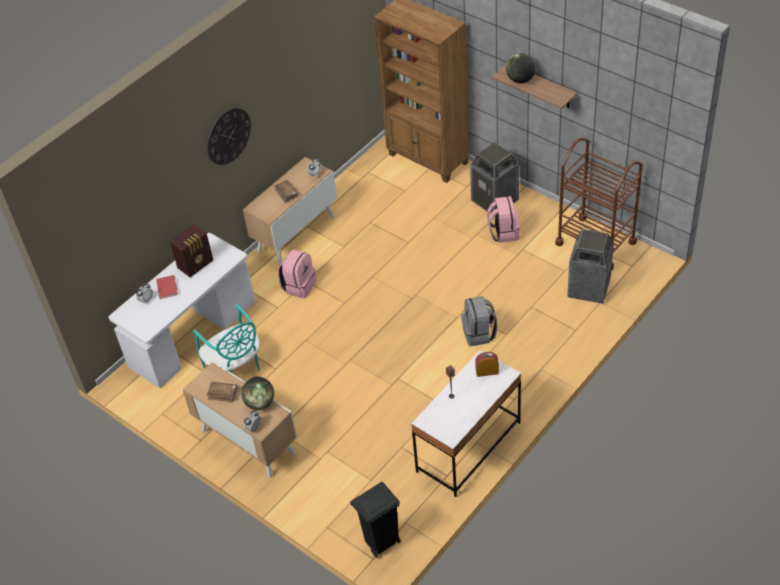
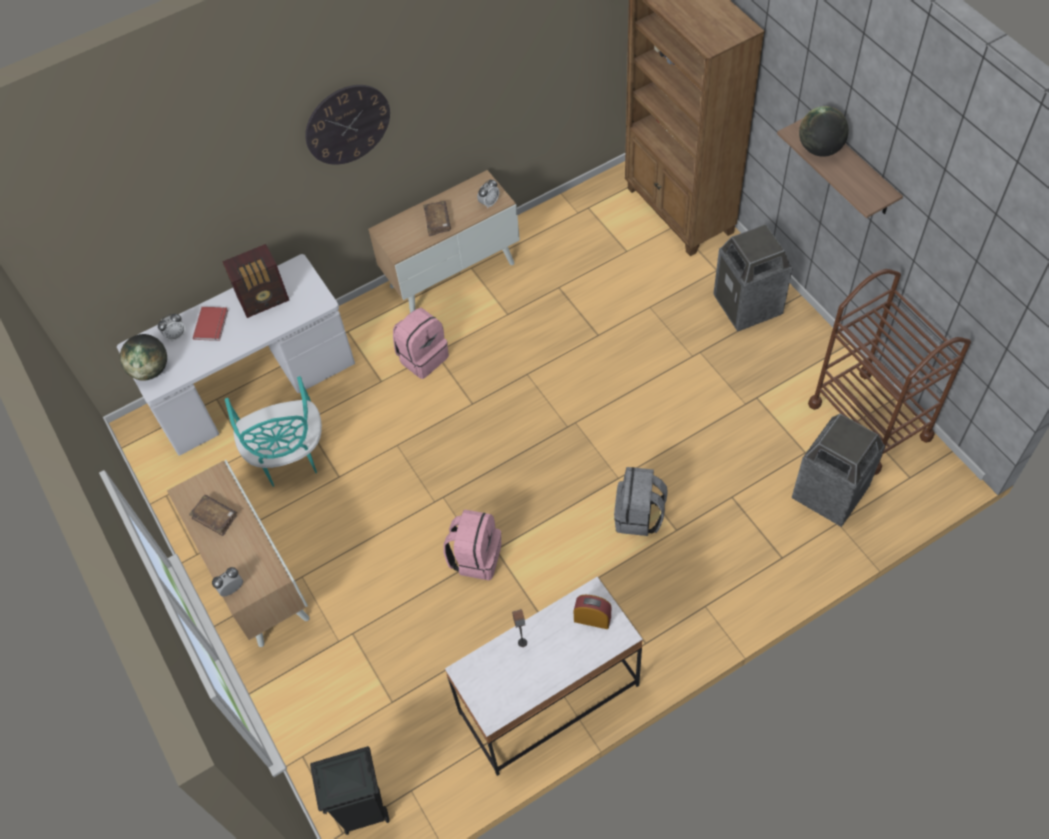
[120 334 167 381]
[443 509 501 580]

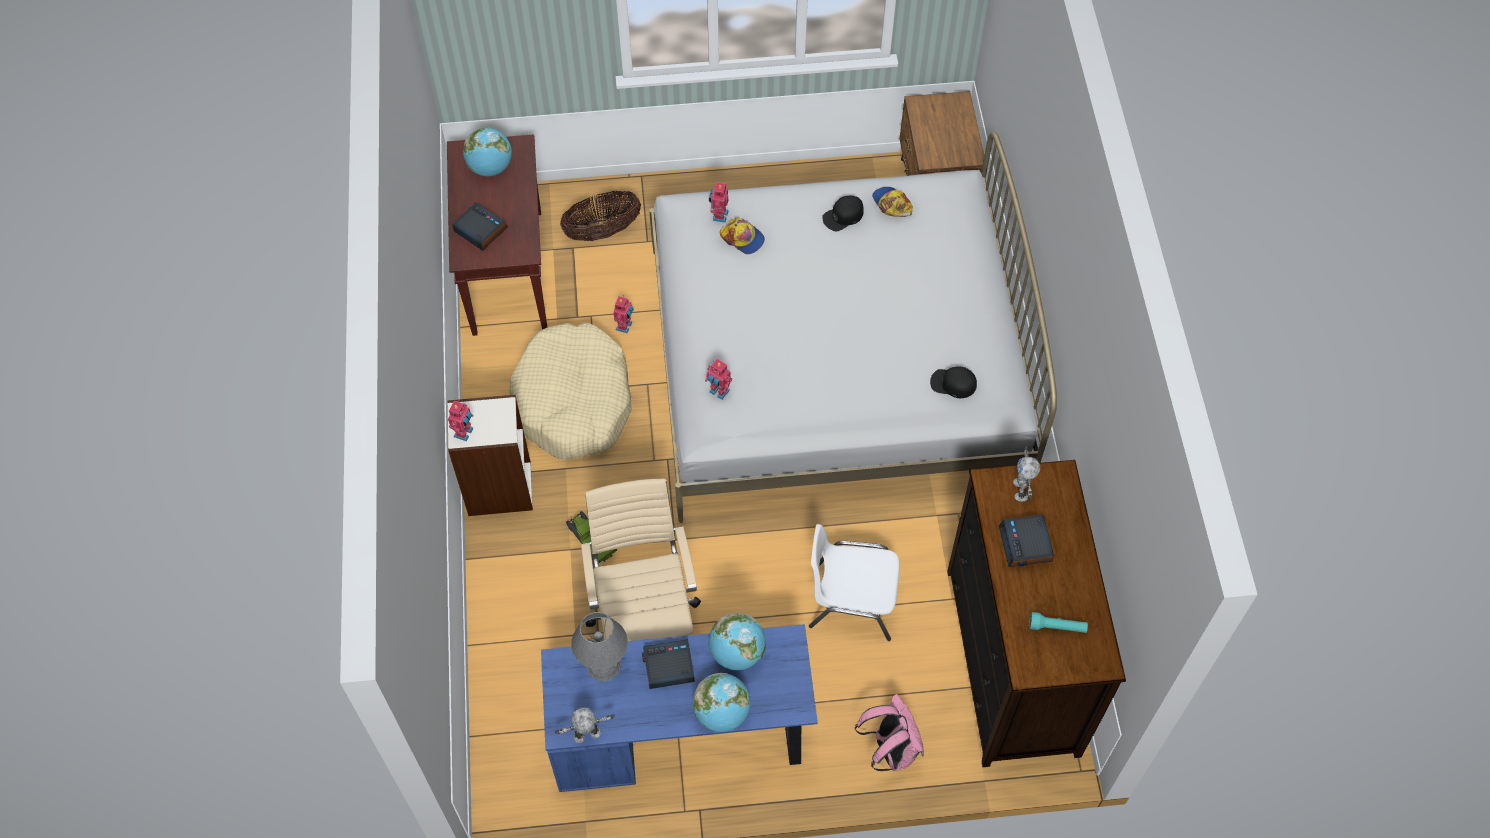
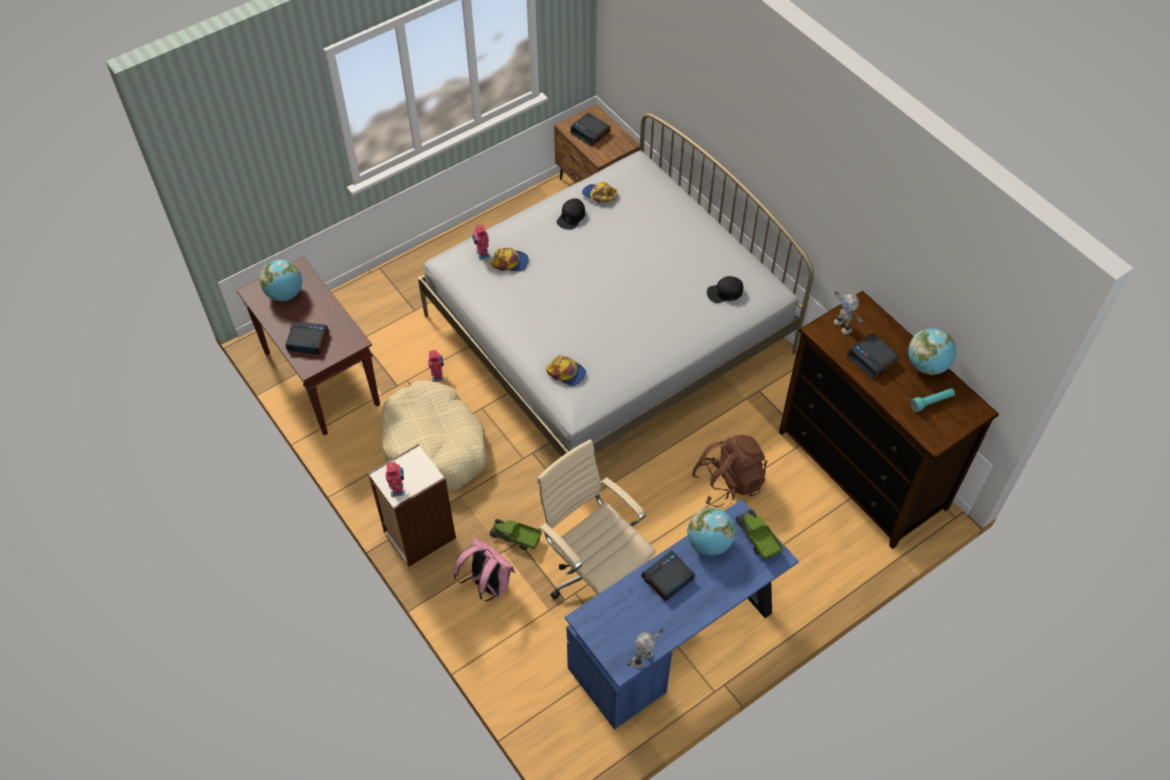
[560 191 641 241] (first image)
[571 612 628 681] (first image)
[570 113 611 146]
[735 509 783 561]
[908 328 956 375]
[454 537 515 601]
[546 355 586 386]
[692 434 767 508]

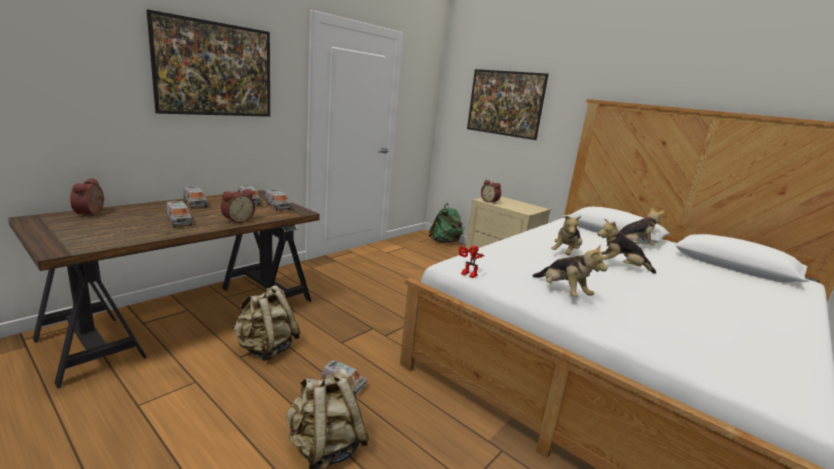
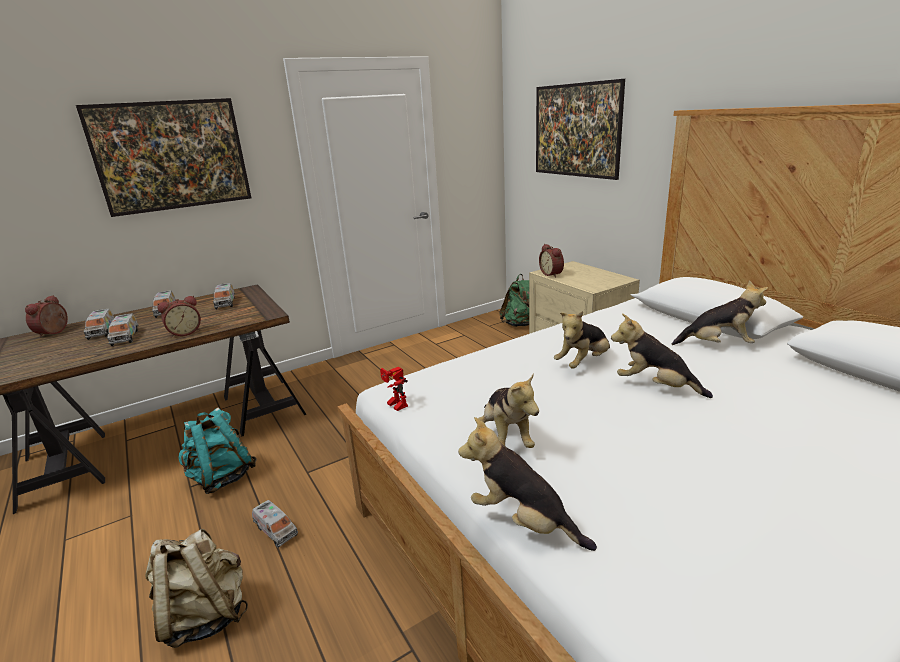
[458 417 597 551]
[84 309 114 340]
[178 408 257 494]

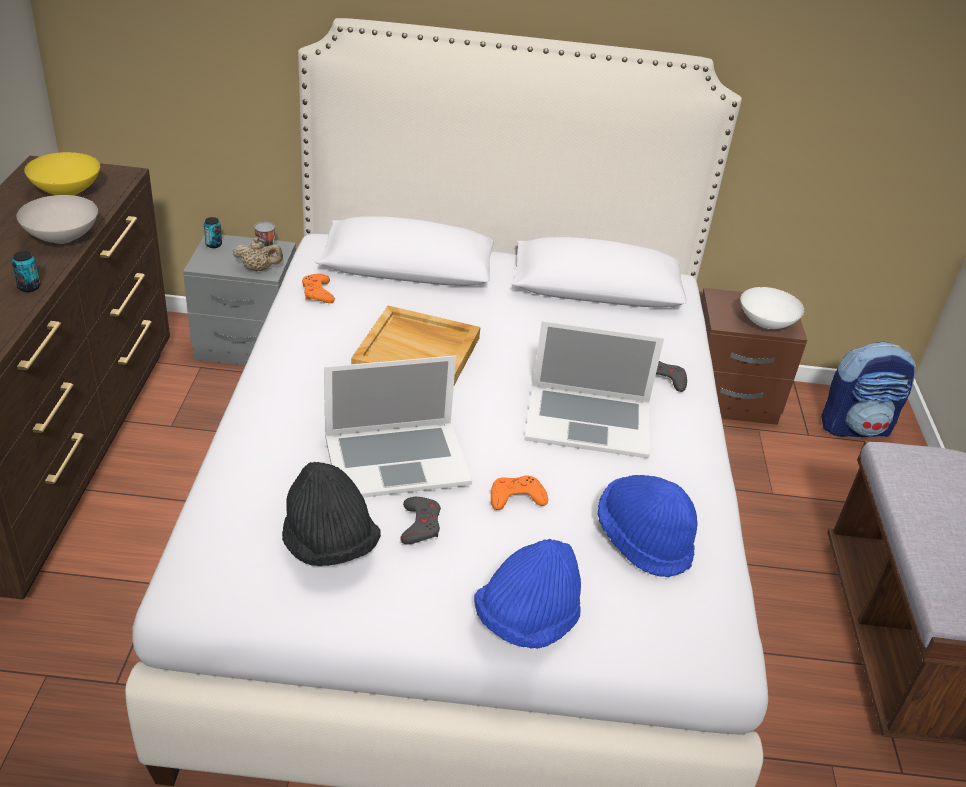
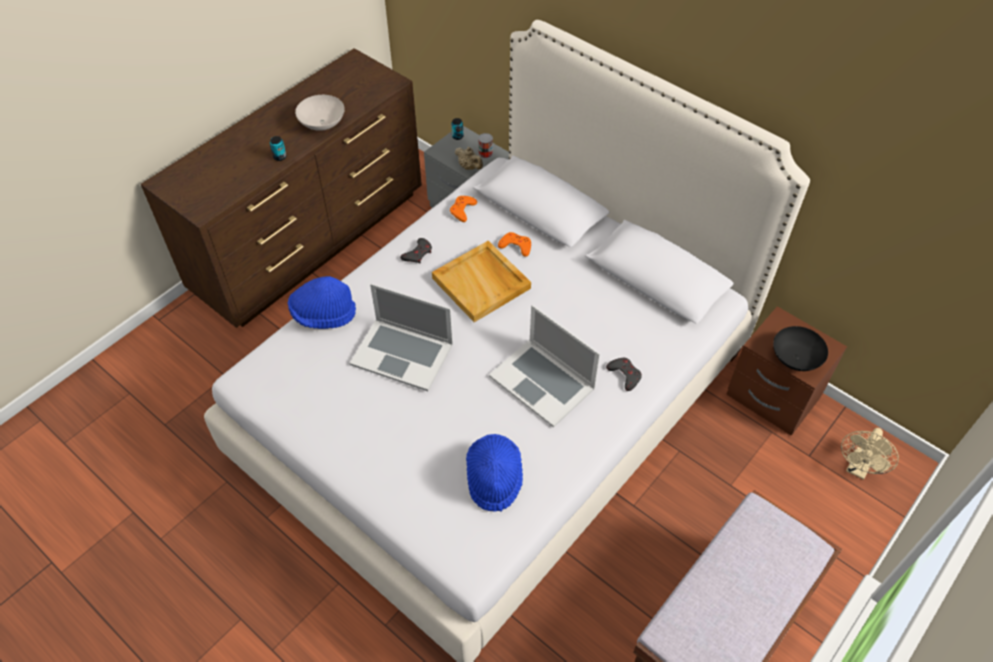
[24 152 100 196] (first image)
[282 462 381 566] (first image)
[400 238 432 263]
[288 276 356 329]
[498 232 531 257]
[841 428 899 480]
[773 326 828 371]

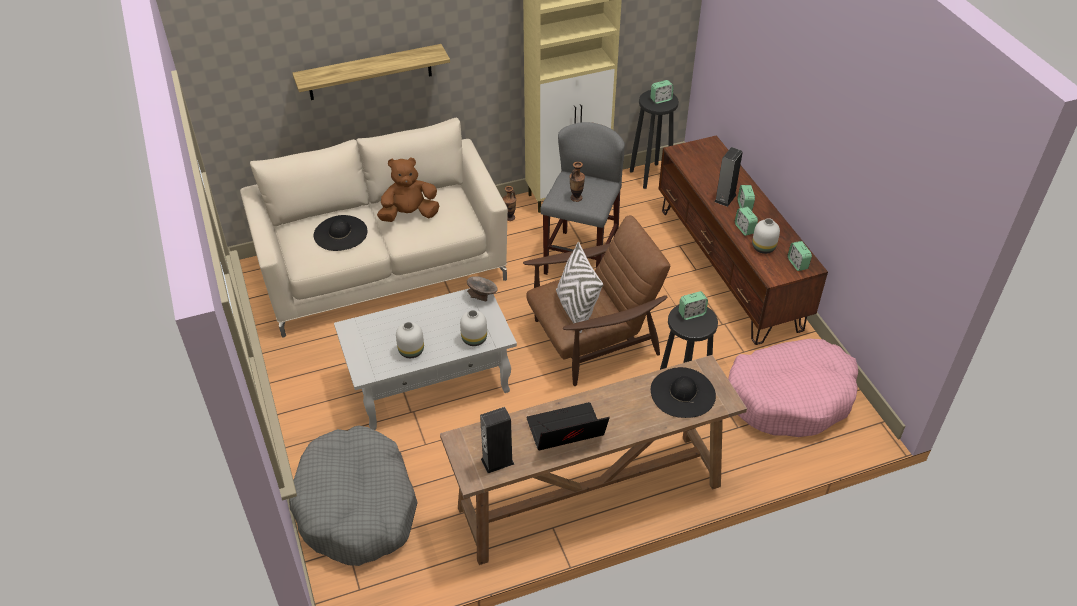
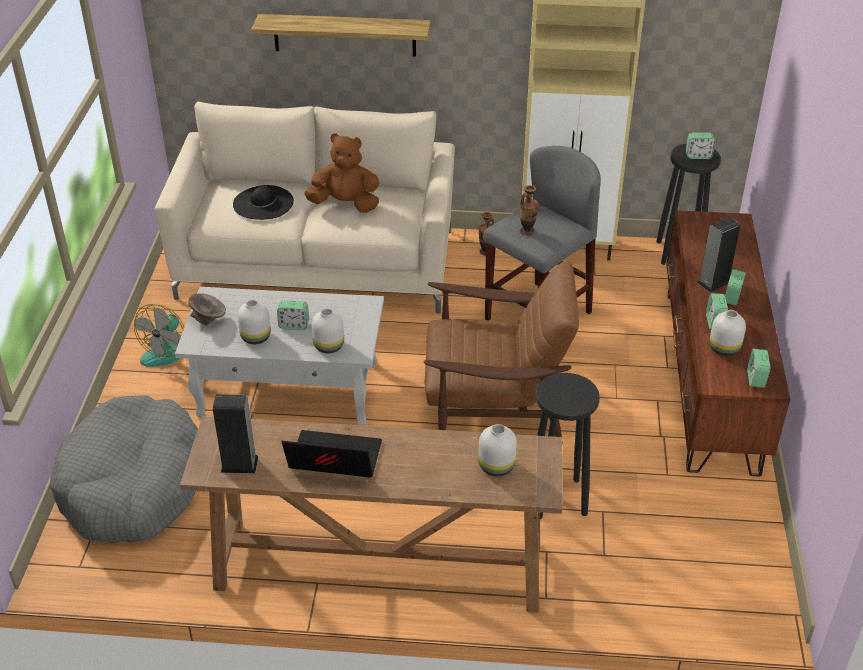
[556 242 603 333] (first image)
[728 339 858 437] (first image)
[134 304 184 367]
[188 293 226 326]
[277 300 309 330]
[478 424 517 476]

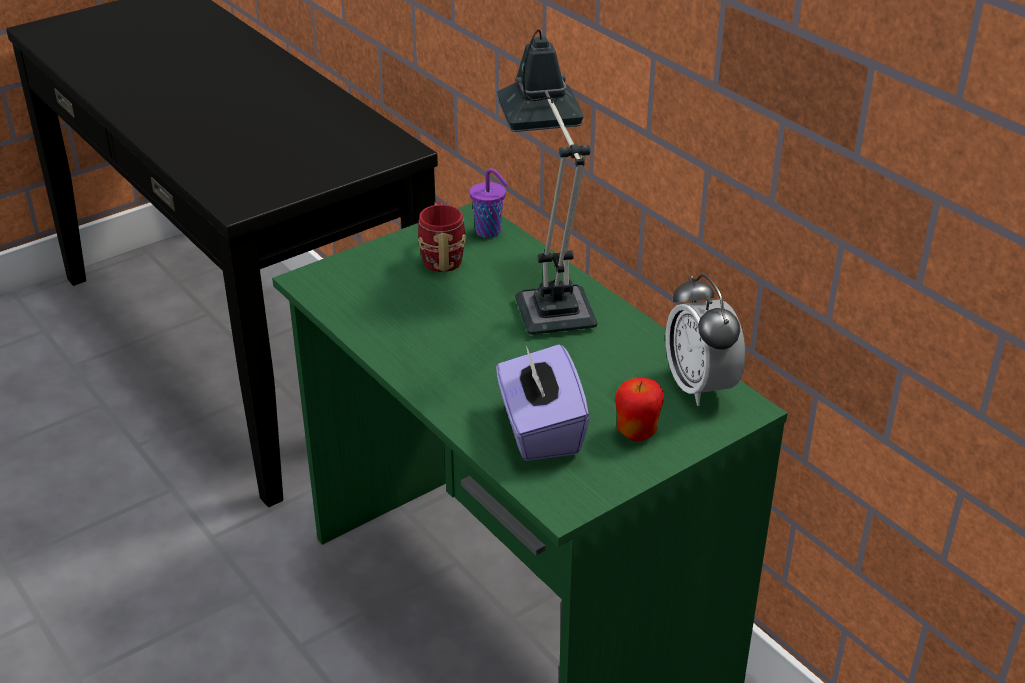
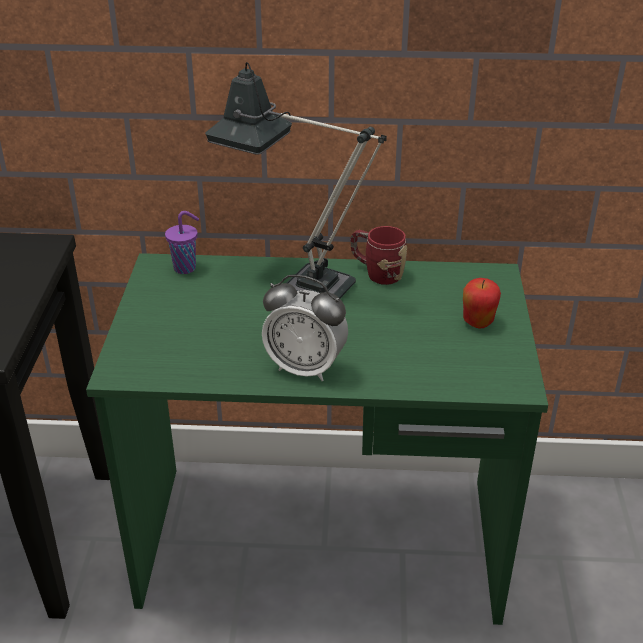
[496 344 590 461] (first image)
[350 226 407 285]
[262 275 348 381]

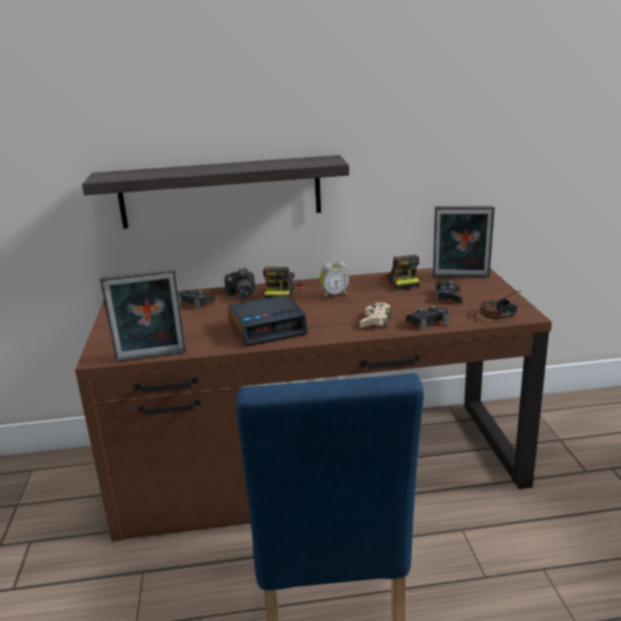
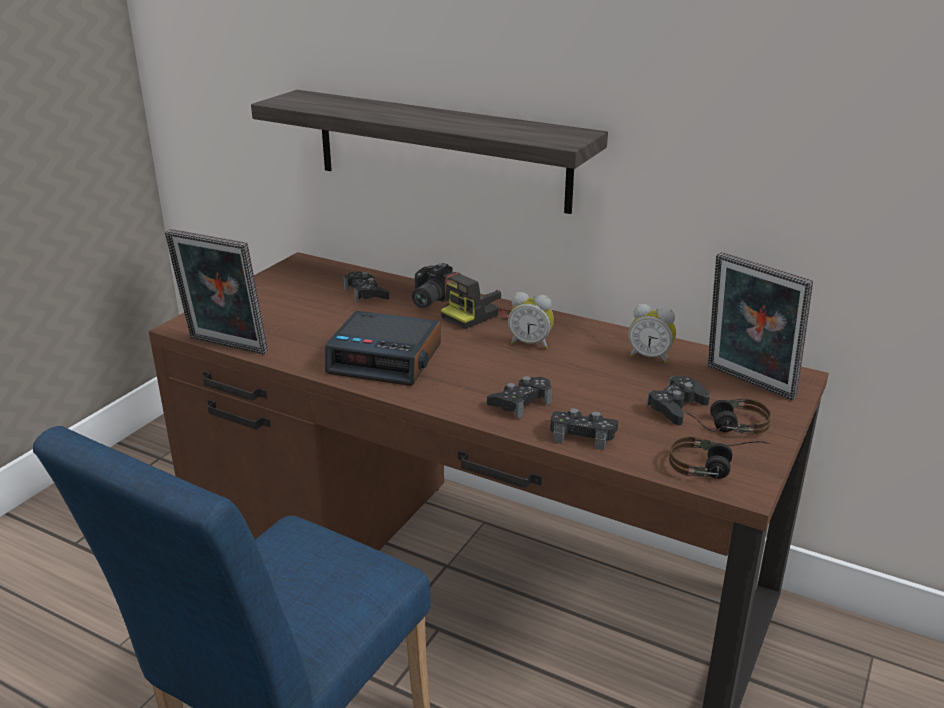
[687 399 771 435]
[628 304 676 364]
[487 376 552 419]

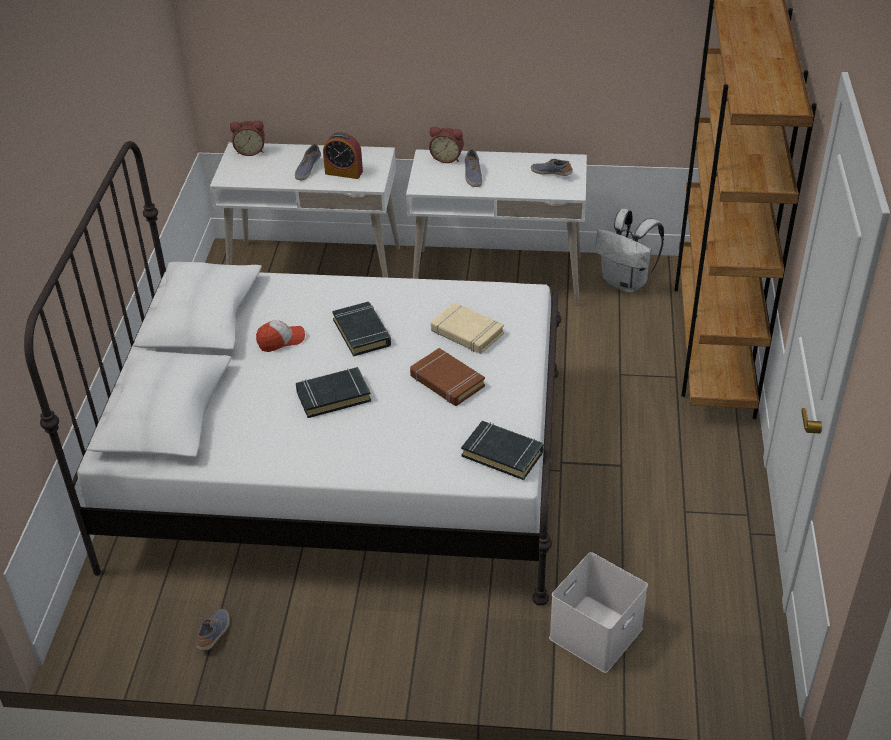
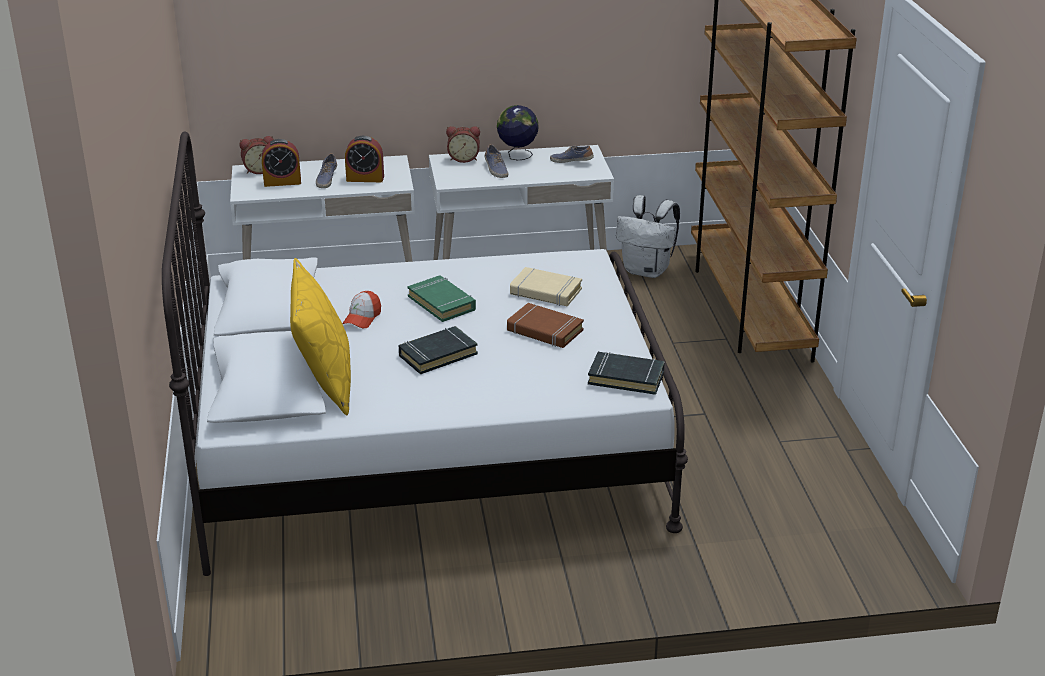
[197 609 230 650] (first image)
[549 552 648 673] (first image)
[262 139 301 187]
[290 258 351 415]
[497 105 539 160]
[407 275 476 322]
[342 291 381 328]

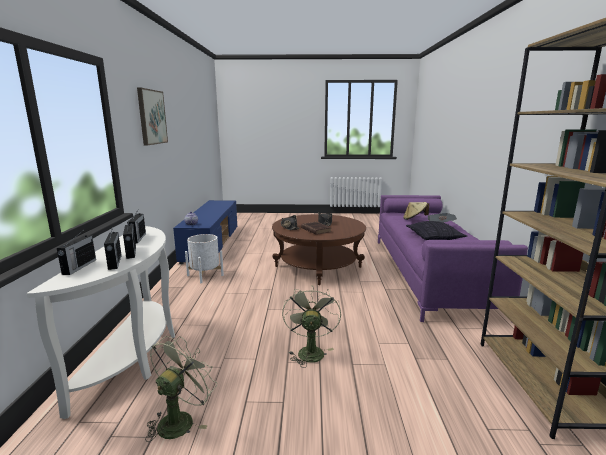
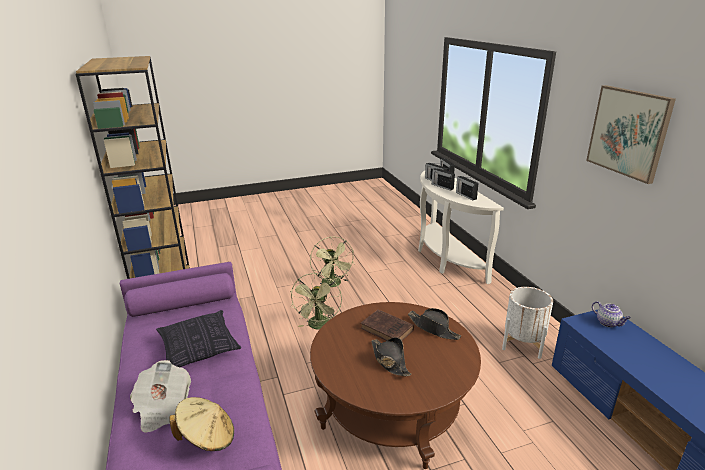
[290 273 342 329]

